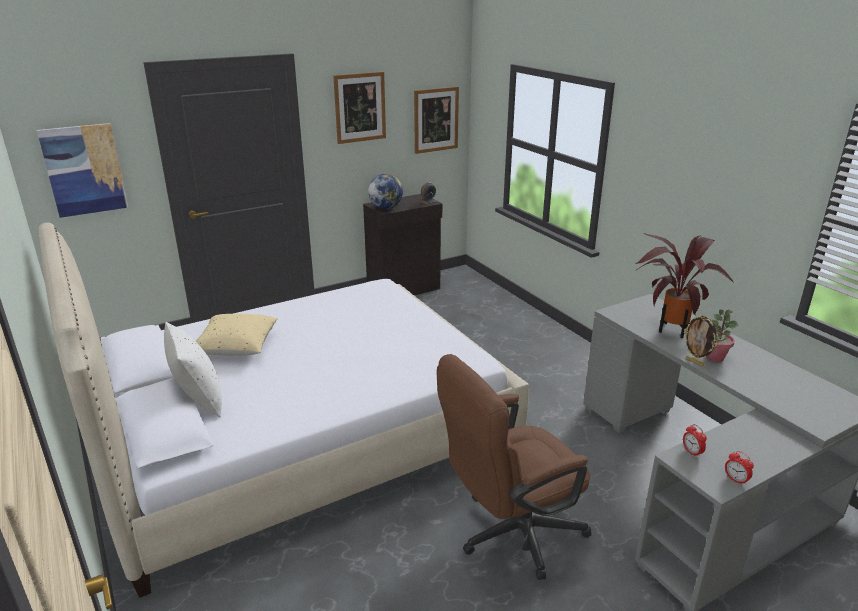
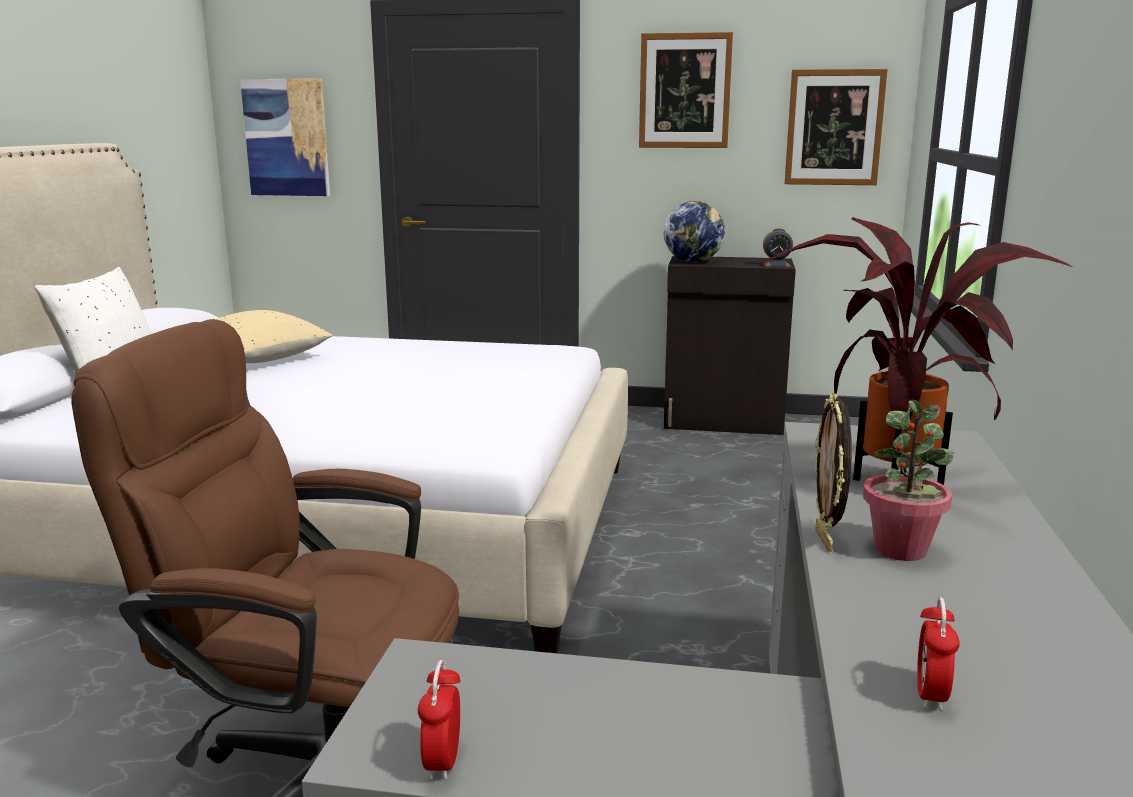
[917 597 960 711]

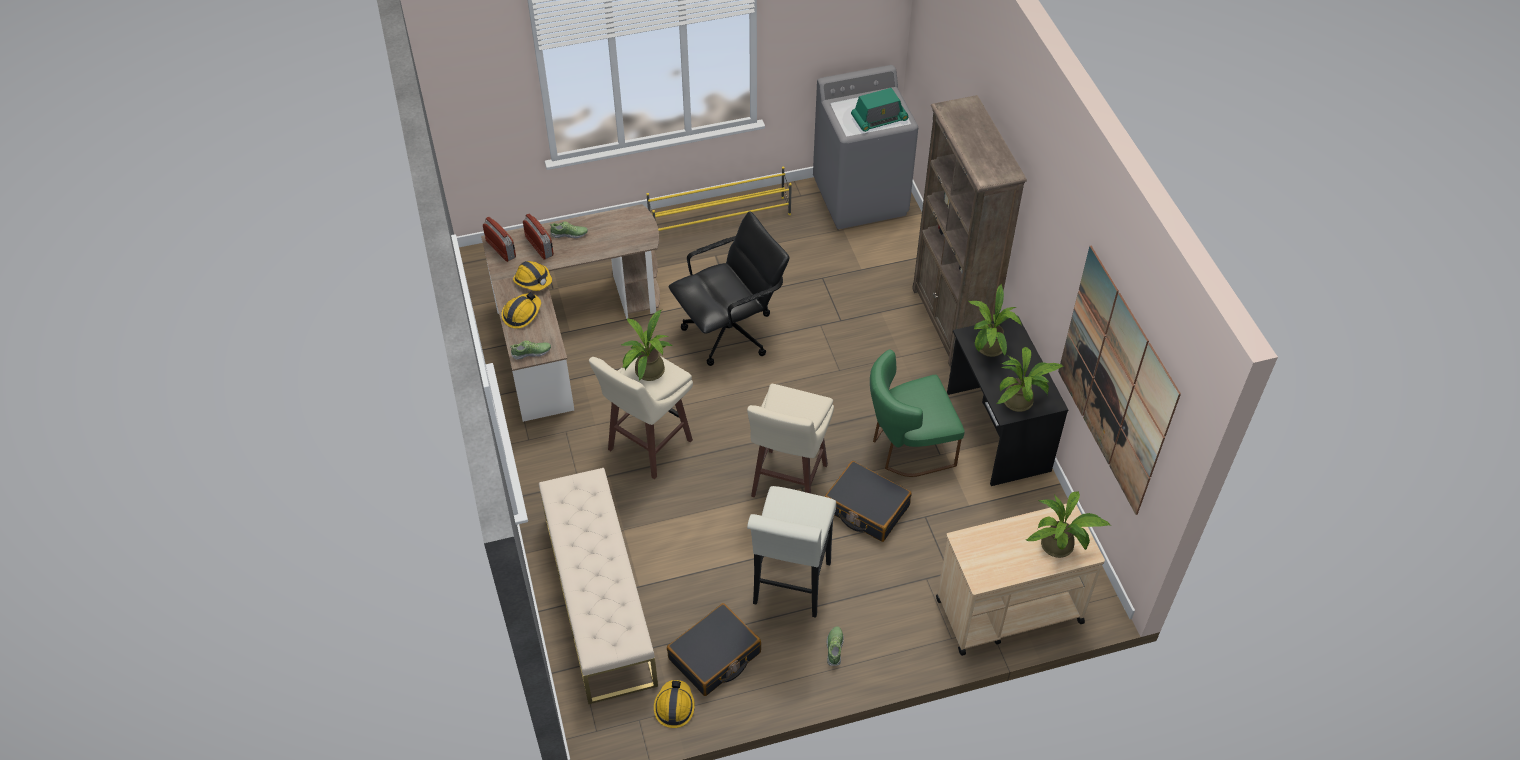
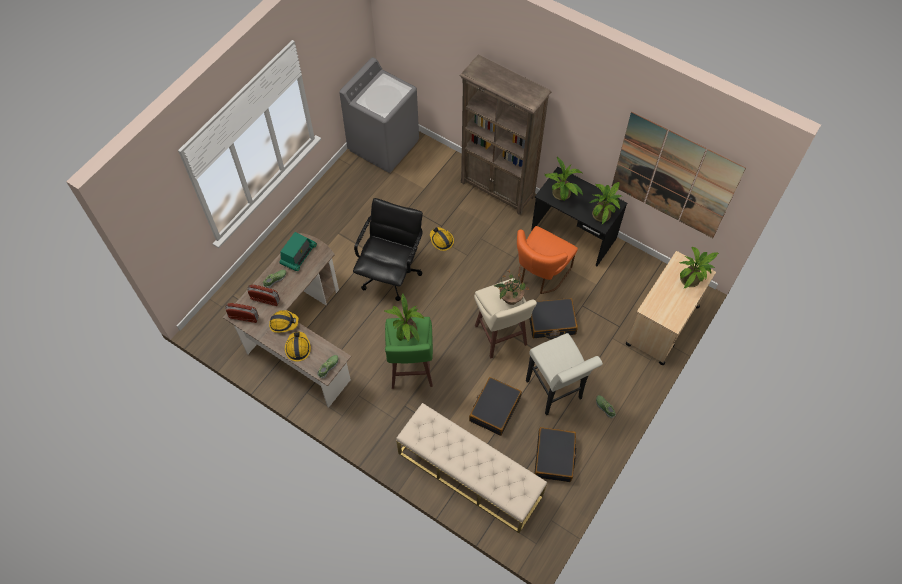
[647 166 792 231] (first image)
[469 377 522 436]
[494 270 530 305]
[430 227 454 251]
[279 232 317 271]
[385 317 433 389]
[517 226 578 294]

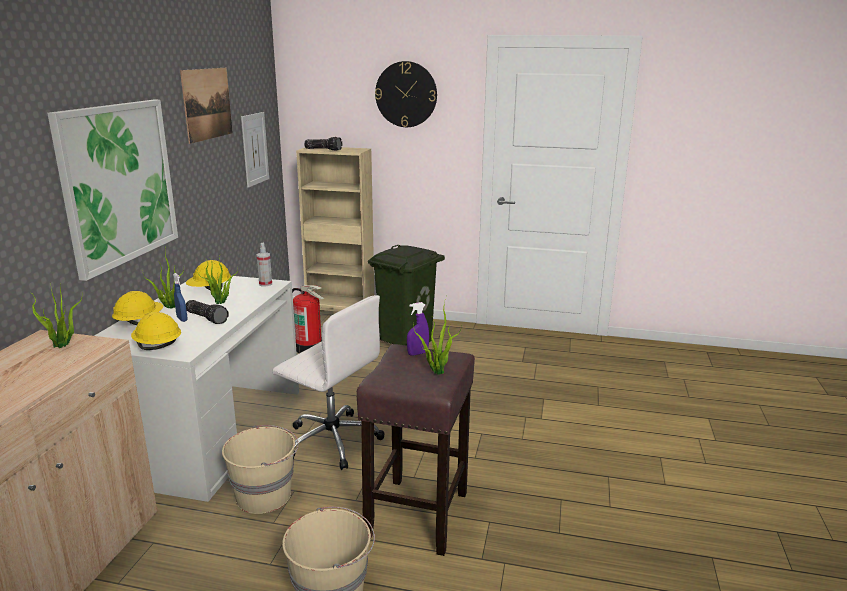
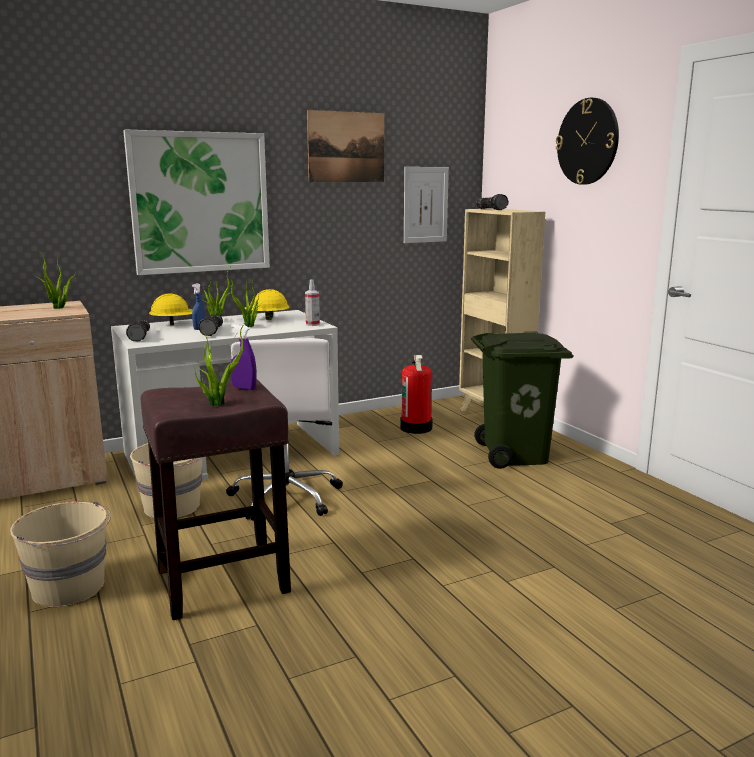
[126 319 150 341]

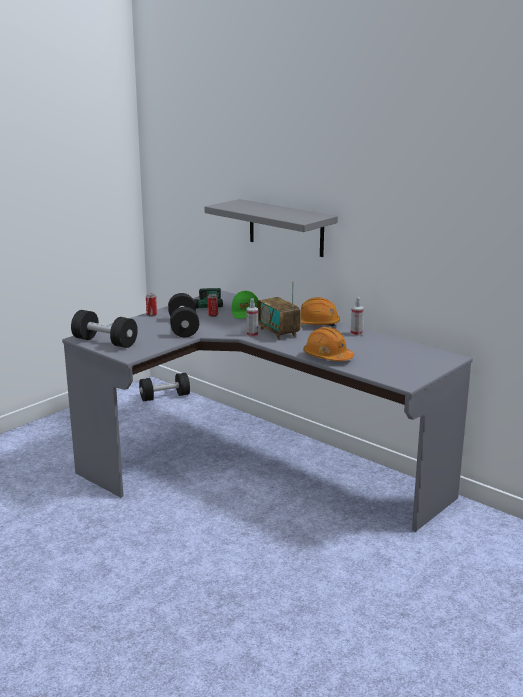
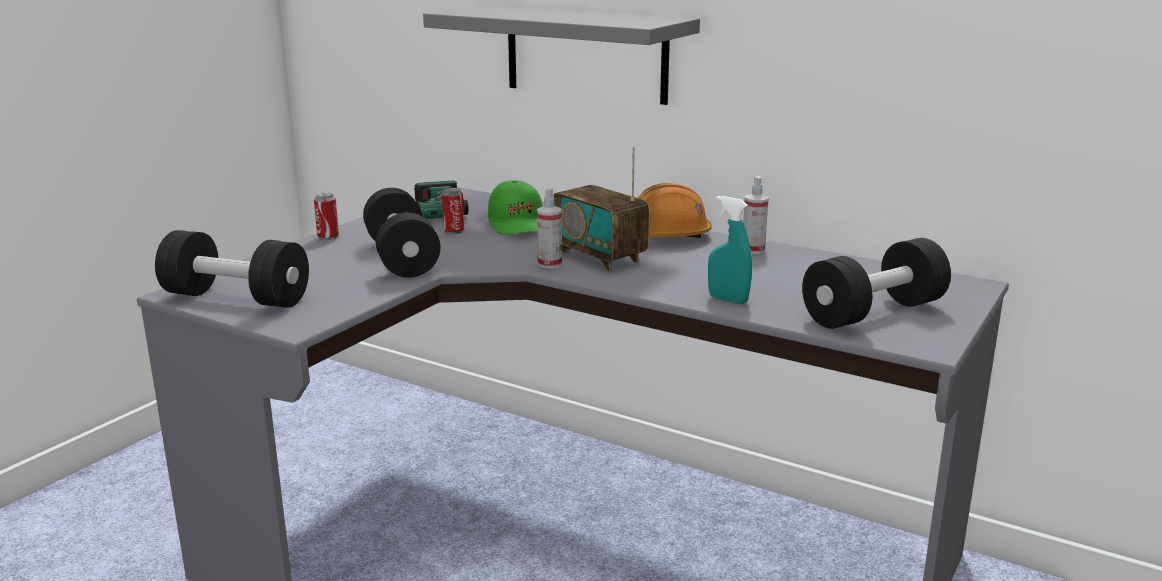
[802 238 951 329]
[708 196 752 304]

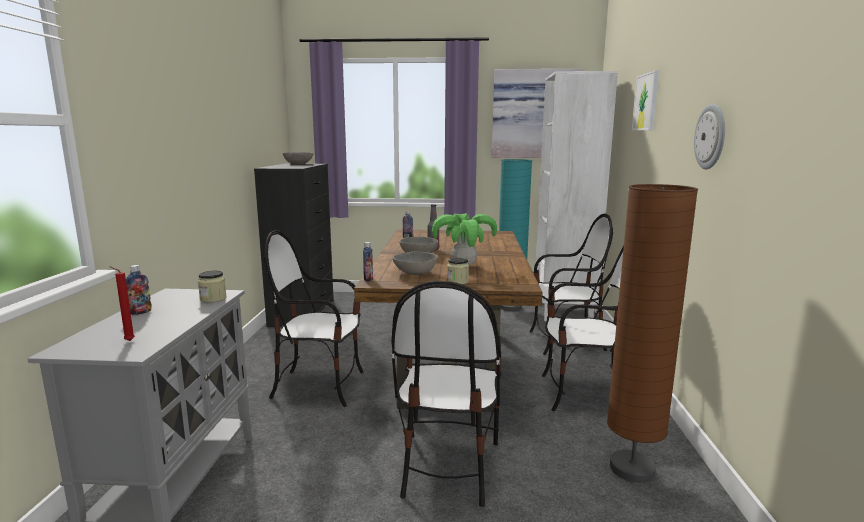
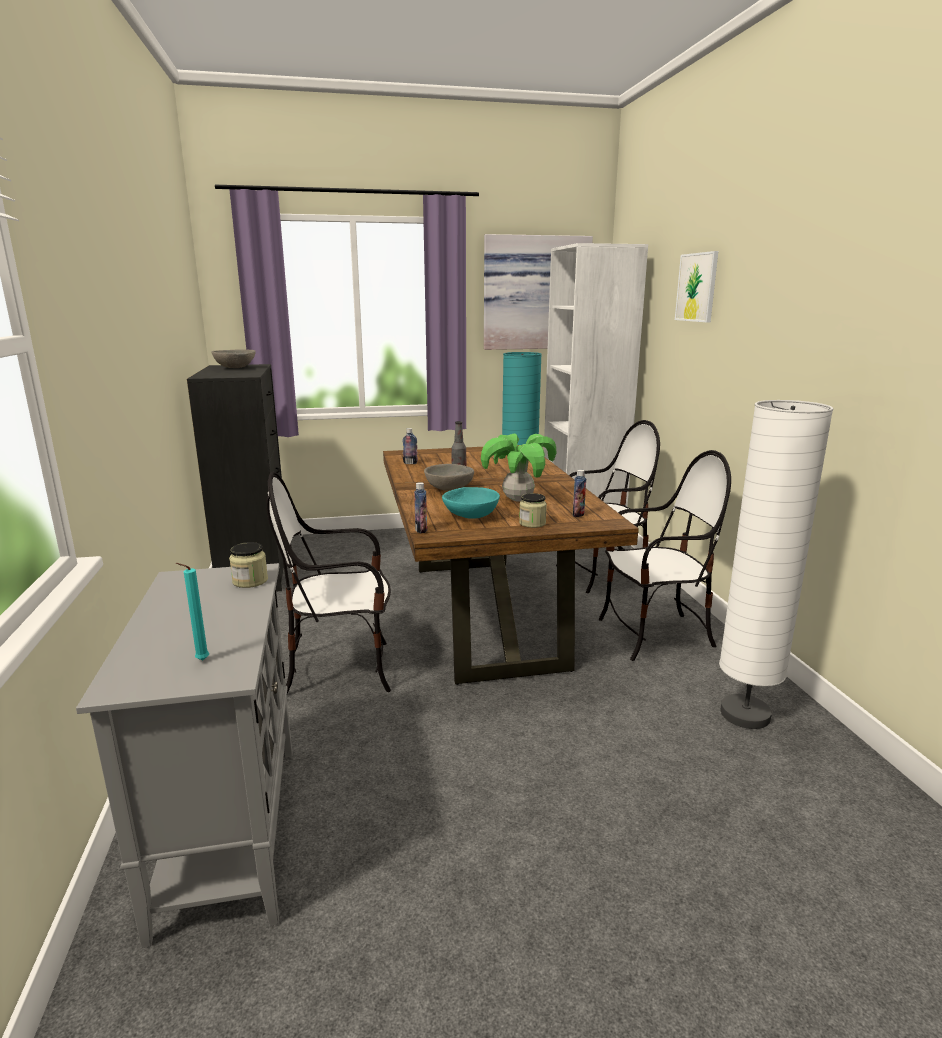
[391 281 502 507] (first image)
[694 104 725 169] (first image)
[573 470 586 517]
[176 563 209 660]
[442 487 500 519]
[719 400 834 729]

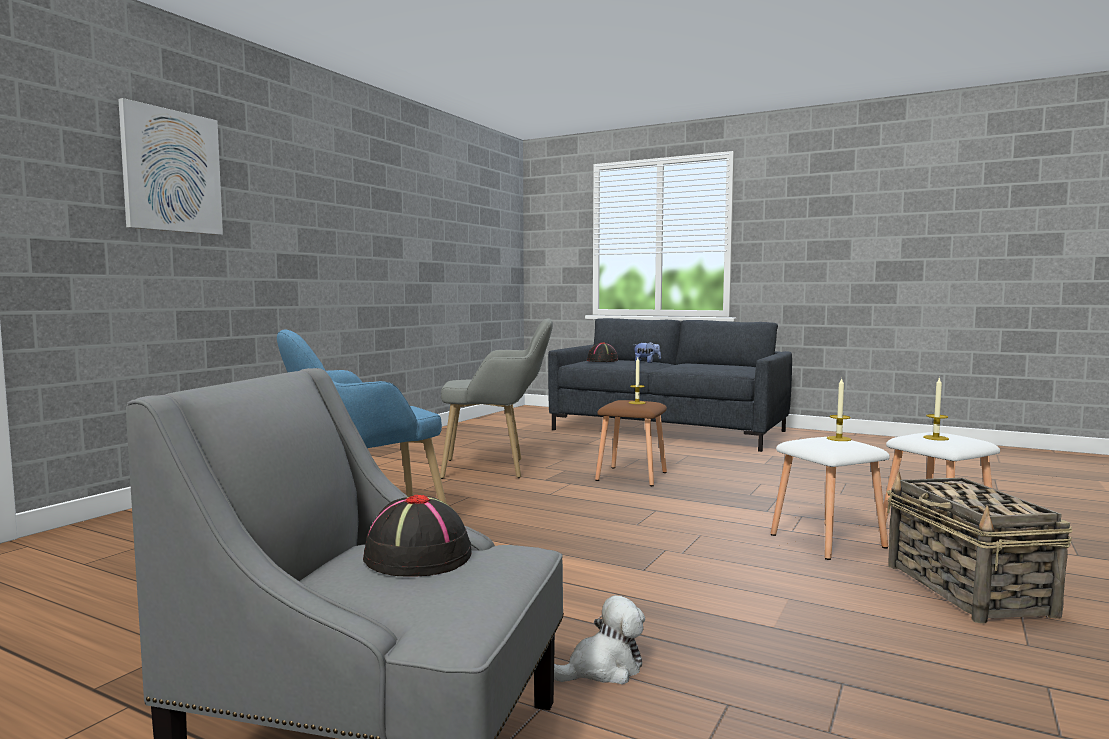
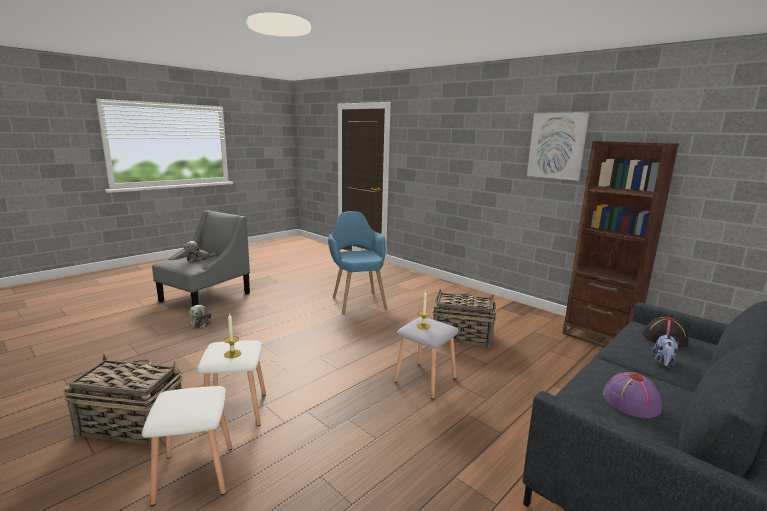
[923 377 949 441] (first image)
[562 141 679 347]
[603 372 662 418]
[527 112 589 181]
[184 241 216 262]
[432 289 496 348]
[394 317 459 399]

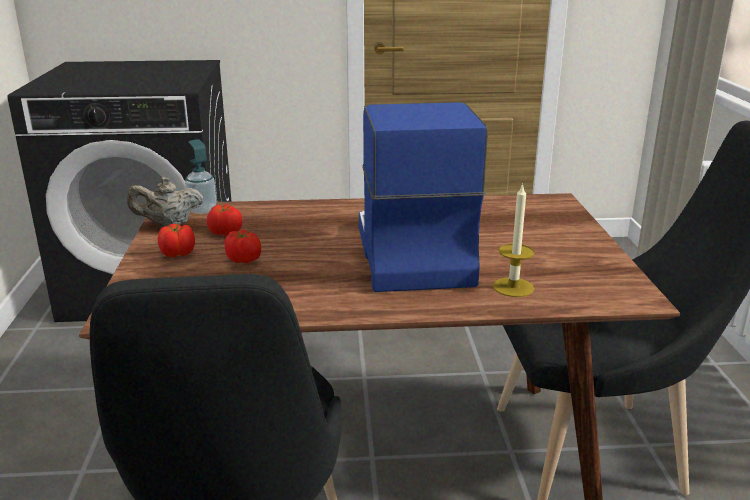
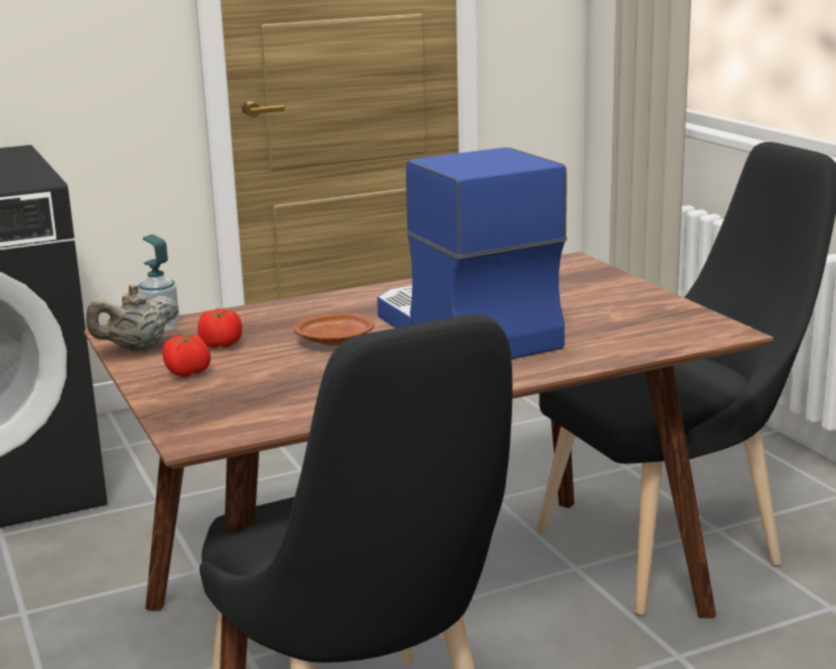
[224 230 261 263] (first image)
[493 183 535 297] (first image)
[293 312 375 346]

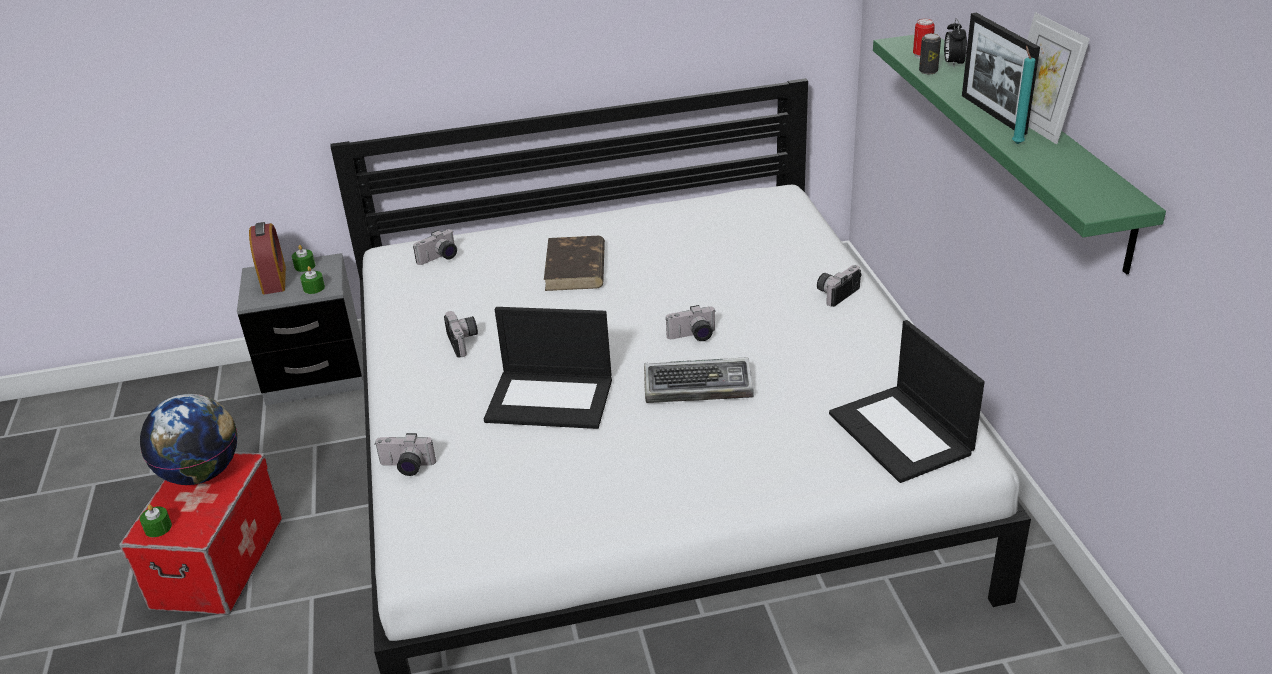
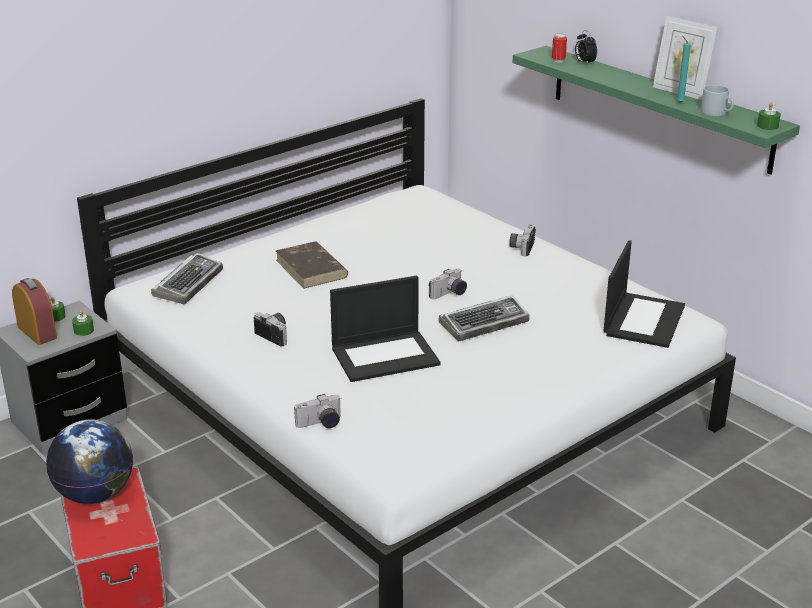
[919 33 941 74] (first image)
[962 13 1040 135] (first image)
[701 85 734 116]
[757 102 781 130]
[151 253 223 304]
[604 240 685 348]

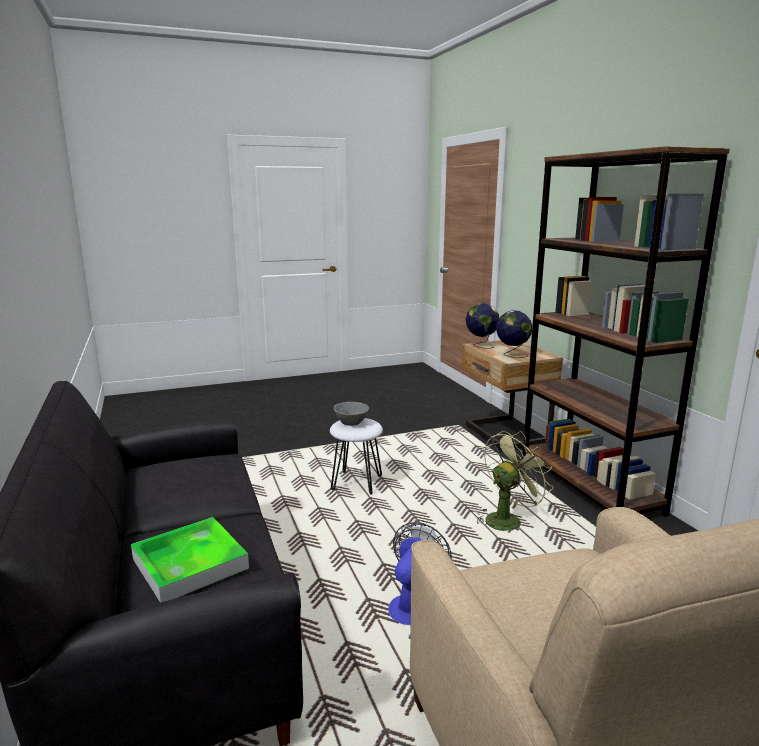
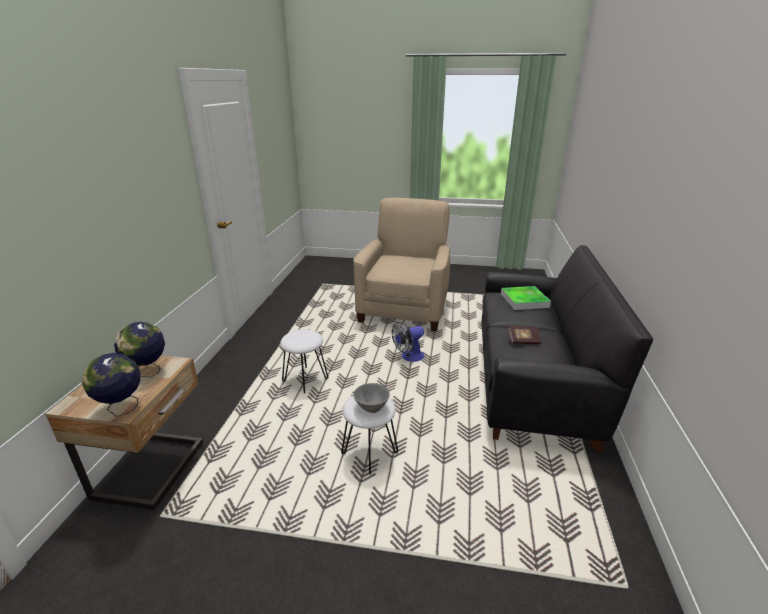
[522 146 730 517] (first image)
[508 326 541 344]
[280 329 328 394]

